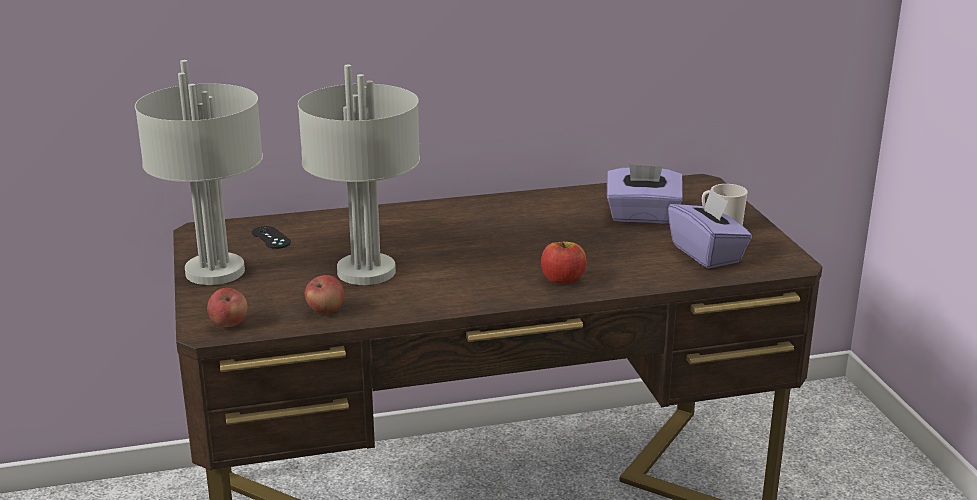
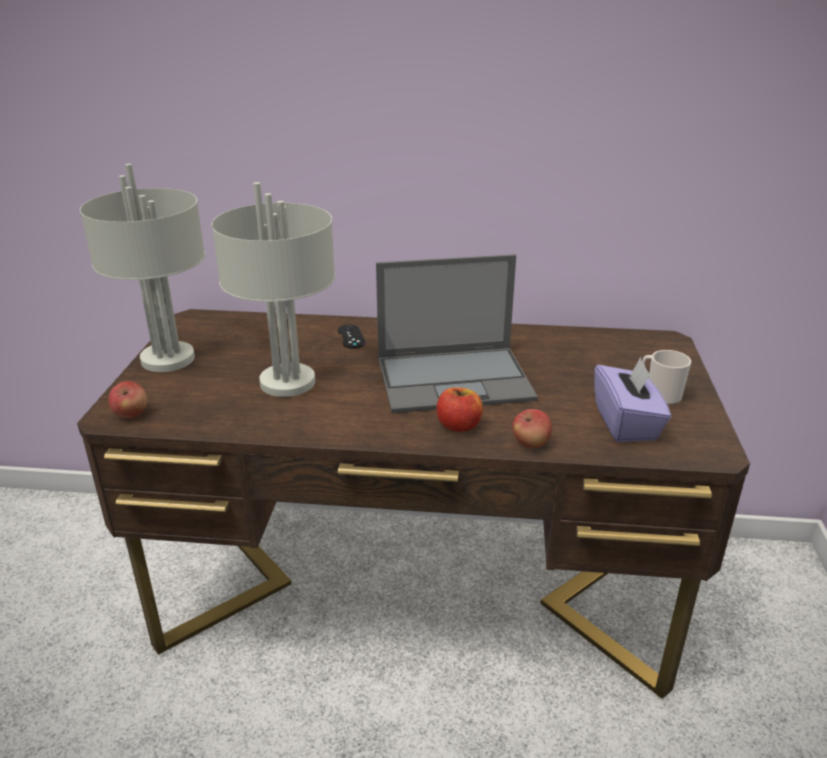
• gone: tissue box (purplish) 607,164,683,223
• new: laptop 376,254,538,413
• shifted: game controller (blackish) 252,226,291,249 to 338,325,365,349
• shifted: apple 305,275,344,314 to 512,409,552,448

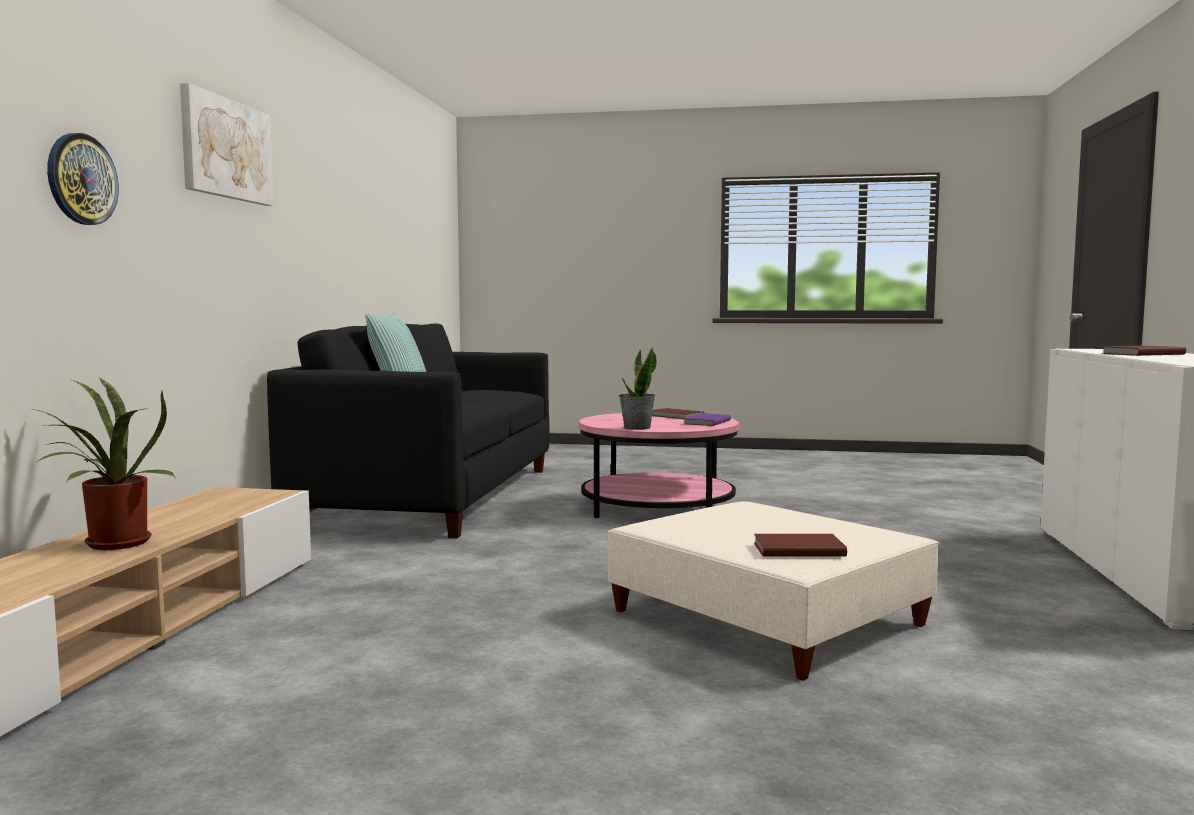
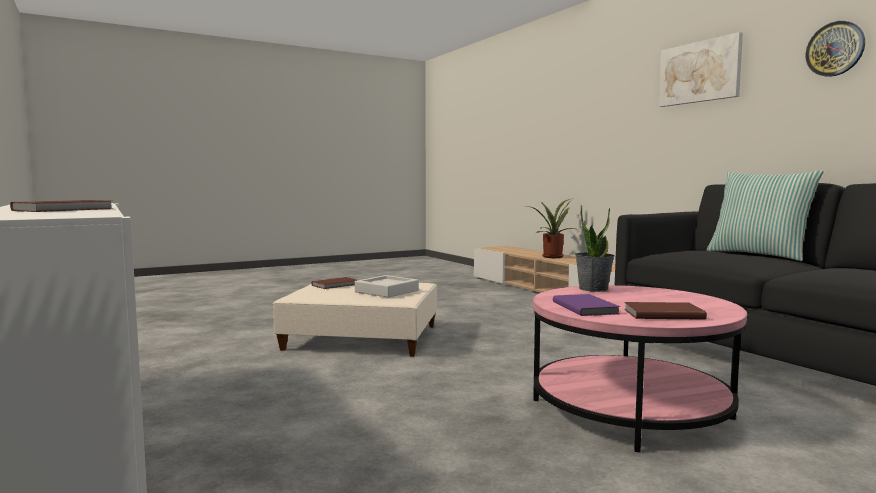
• new: serving tray (gray) 355,275,419,298
• shifted: wall clock 47,133,119,225 to 805,21,865,77

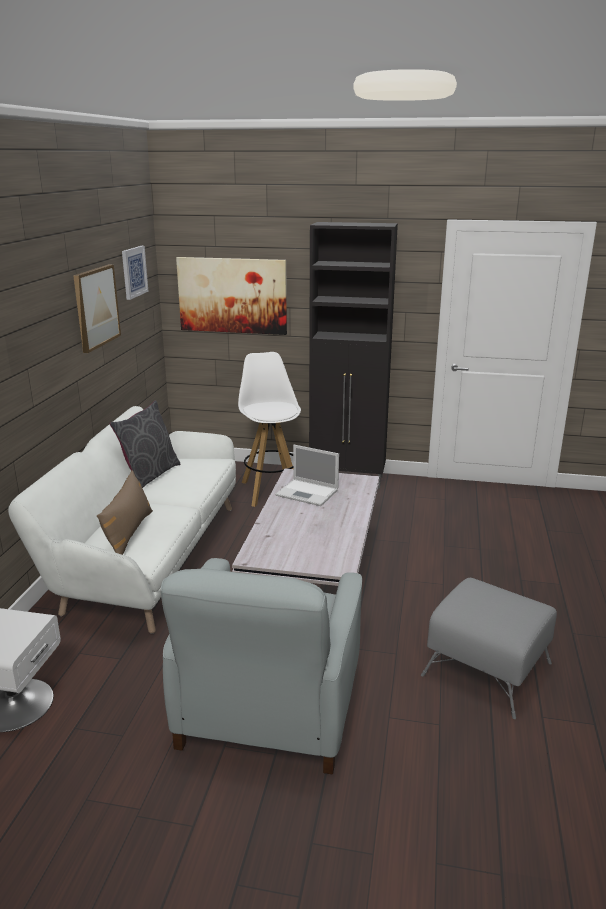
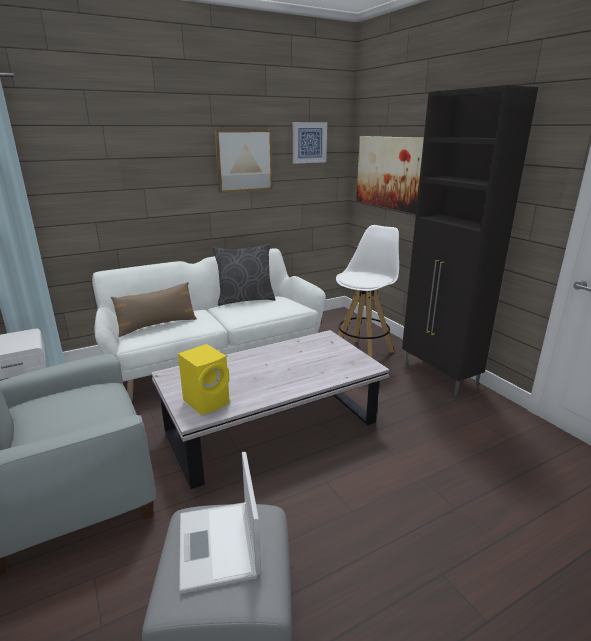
• new: loudspeaker (yellow) 178,344,230,415
• shifted: laptop 275,445,339,506 to 179,452,261,594

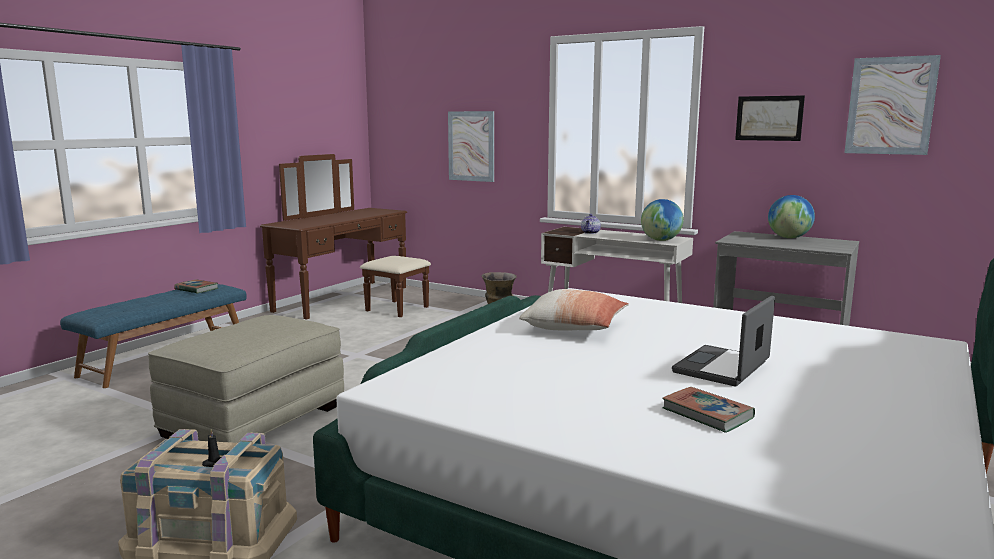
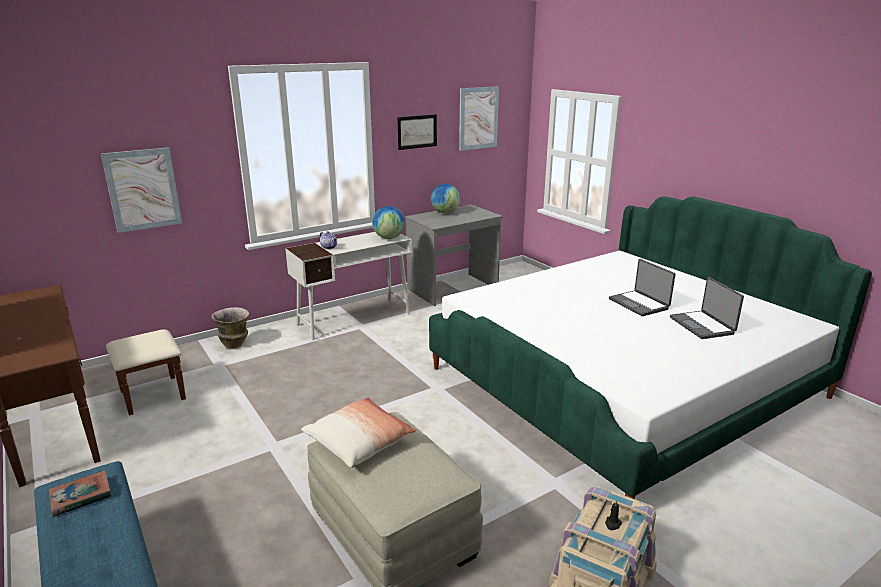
• shifted: pillow 519,289,629,331 to 301,397,417,468
• swapped: bound book 662,387,755,433 to laptop 670,277,744,339

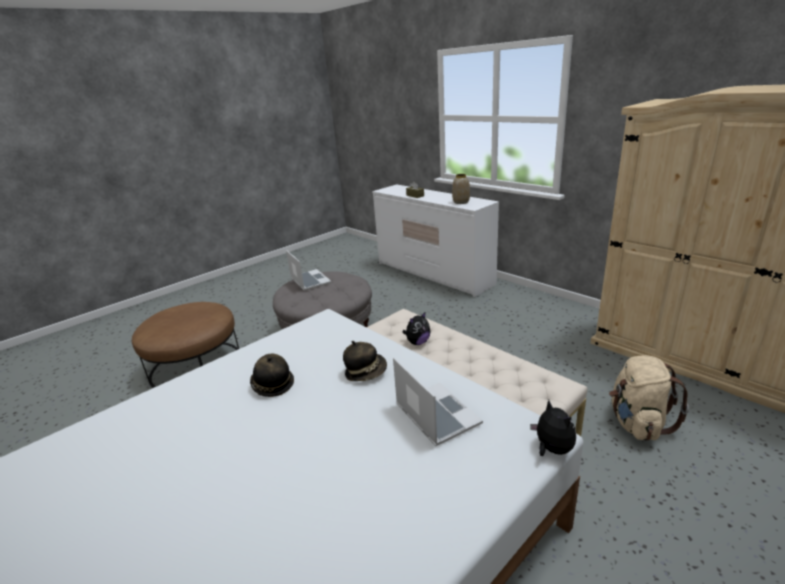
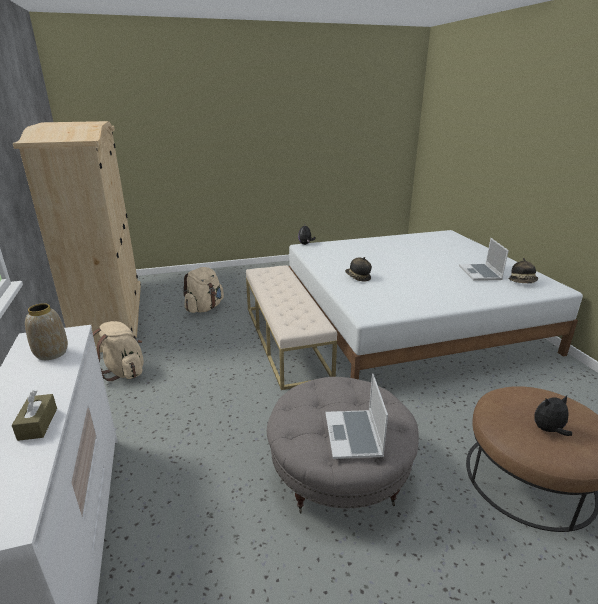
• new: rucksack (sand-coloured) 93,321,144,381
• shifted: clothing hat 250,354,294,397 to 508,258,538,283
• shifted: laptop 393,357,483,446 to 459,238,509,281
• shifted: cuddly toy 402,312,430,345 to 534,396,572,436

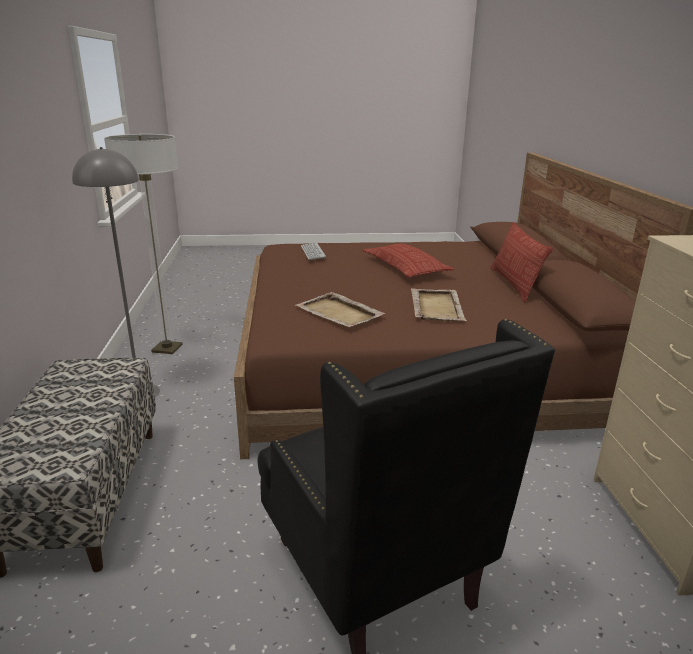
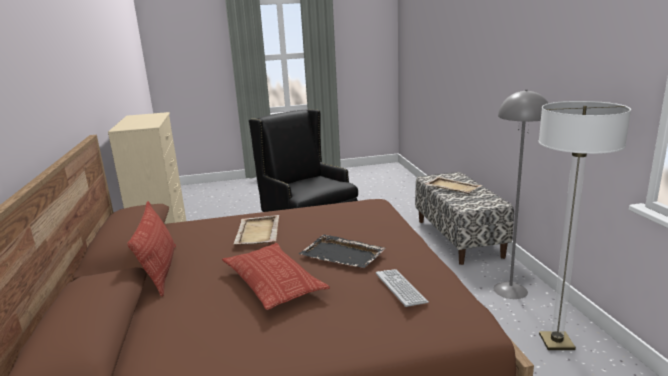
• new: serving tray (blackish) 299,235,385,268
• shifted: serving tray (sand-coloured) 295,292,385,327 to 424,176,483,194

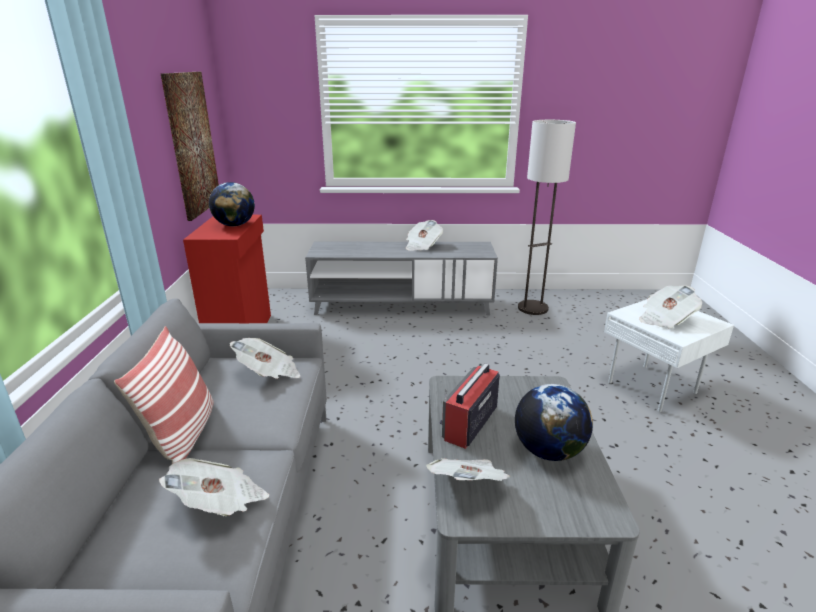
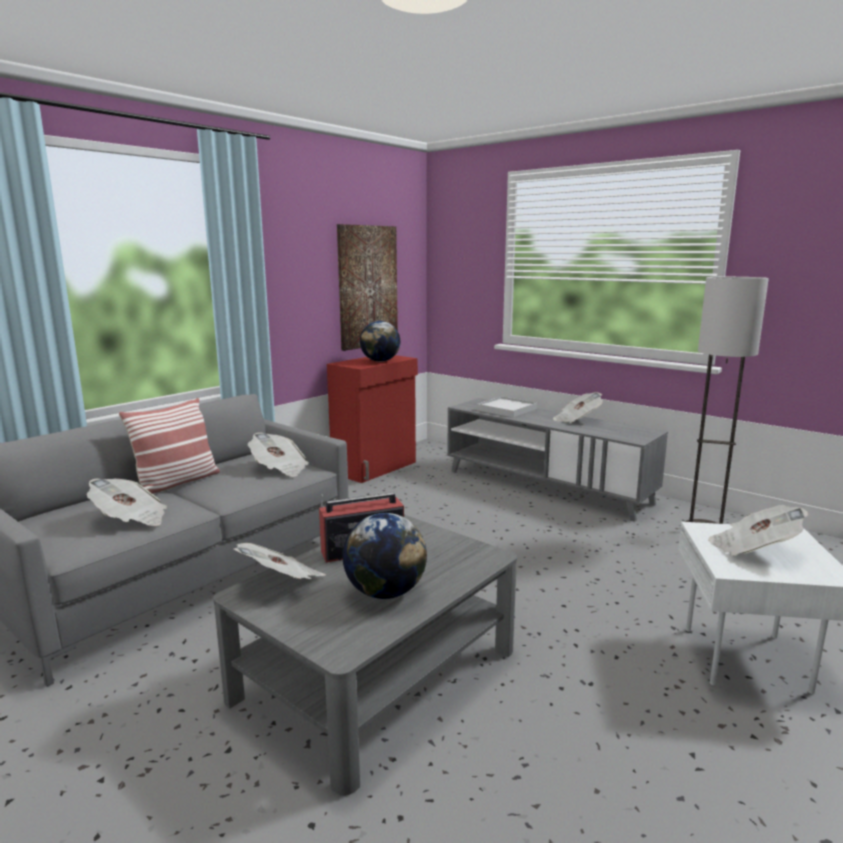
• new: serving tray (white) 477,396,537,417

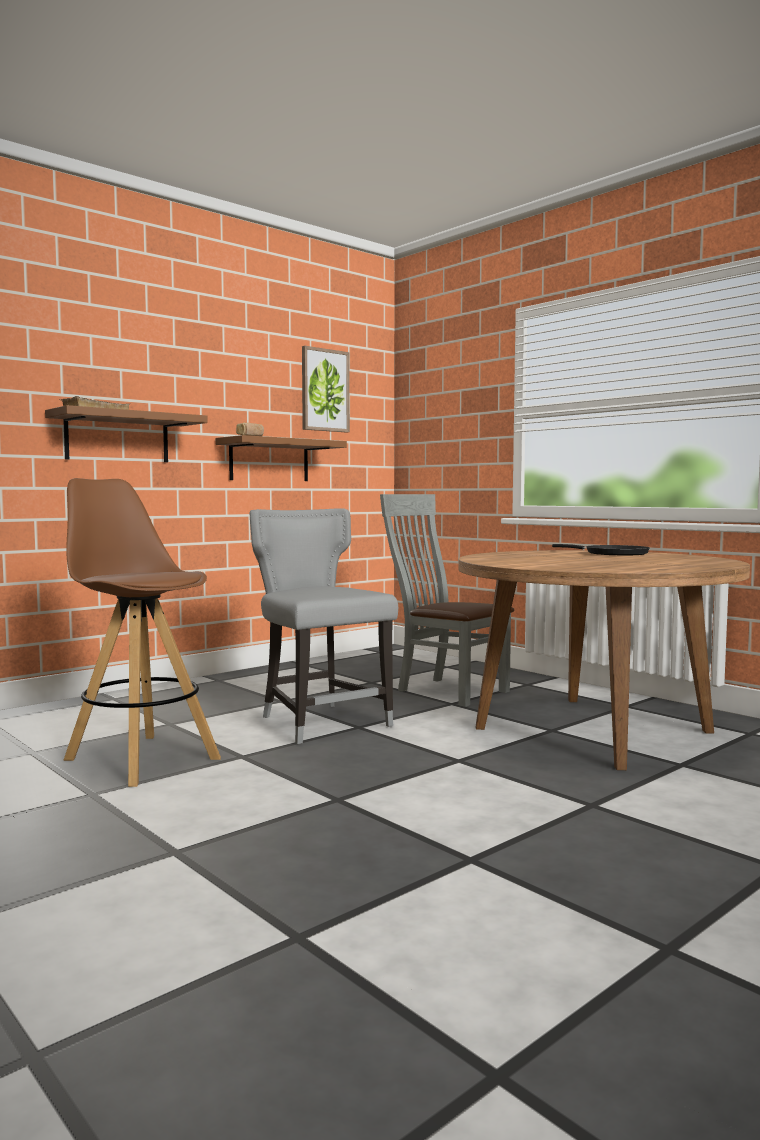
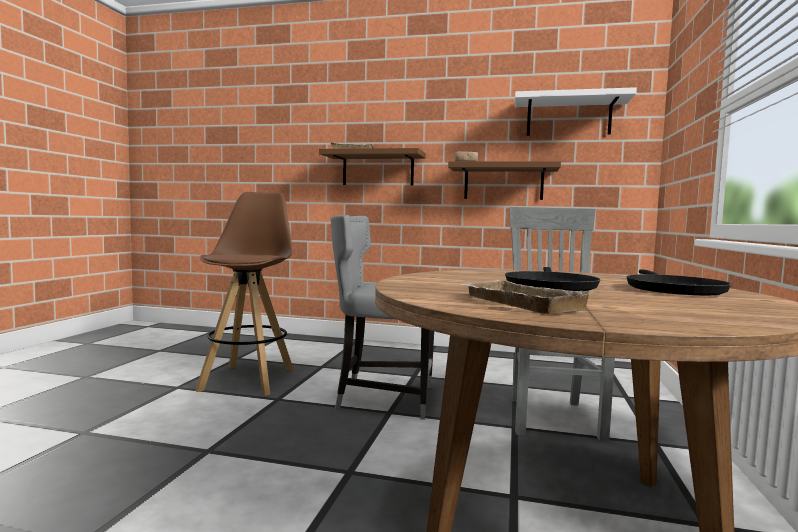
• new: serving tray (sand-coloured) 461,280,594,314
• new: frying pan (blackish) 505,267,600,291
• swapped: wall art 302,346,350,432 to wall shelf (white) 515,87,637,136
• rotated: upright chair (gray) 250,508,398,744 = 331,215,434,420 105 degrees counterclockwise

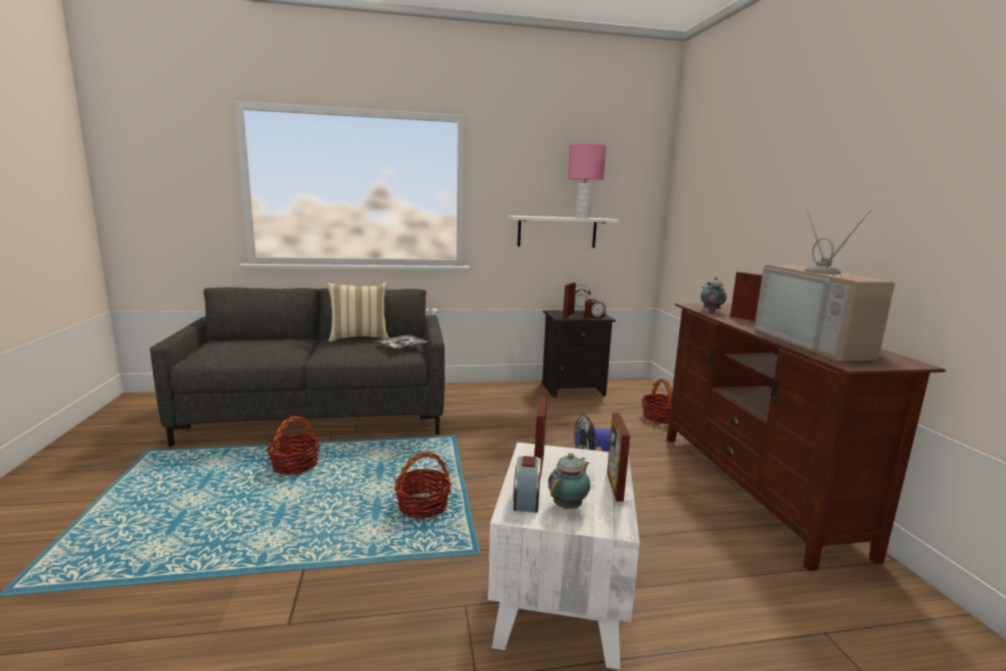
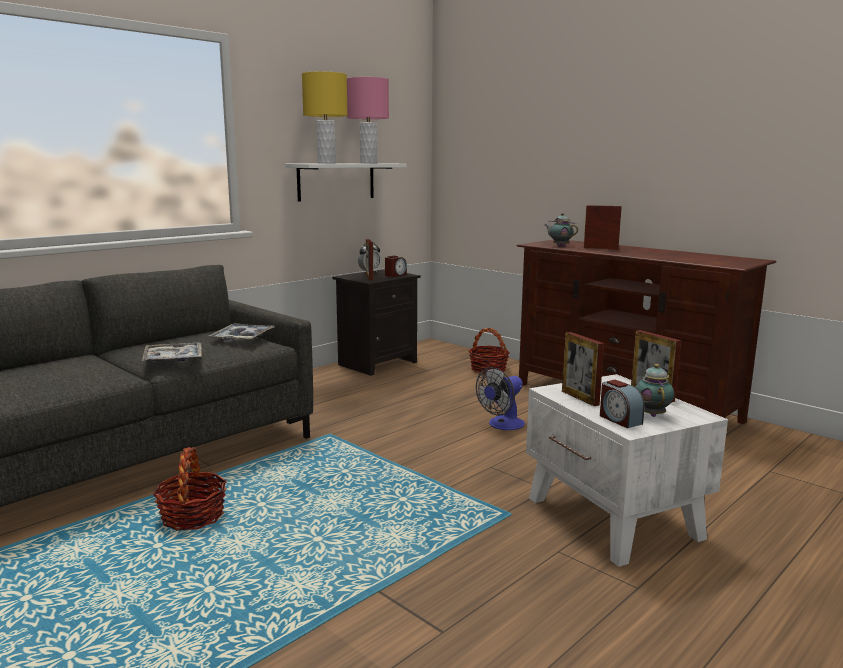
• gone: pillow (sand-coloured) 327,282,389,342
• gone: basket 394,451,452,520
• gone: television 755,208,895,362
• new: serving tray 142,342,202,361
• new: table lamp (yellow) 302,72,348,164

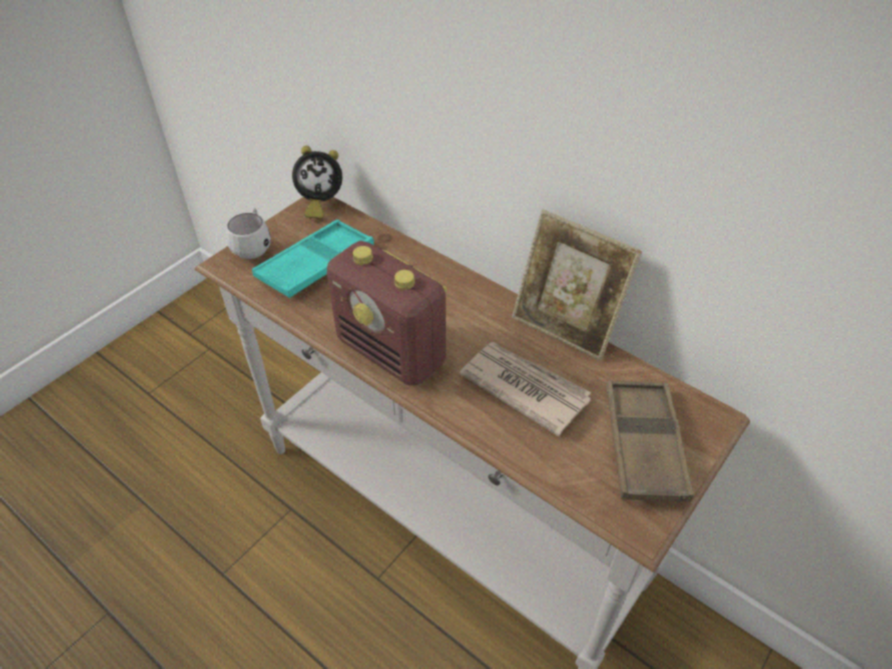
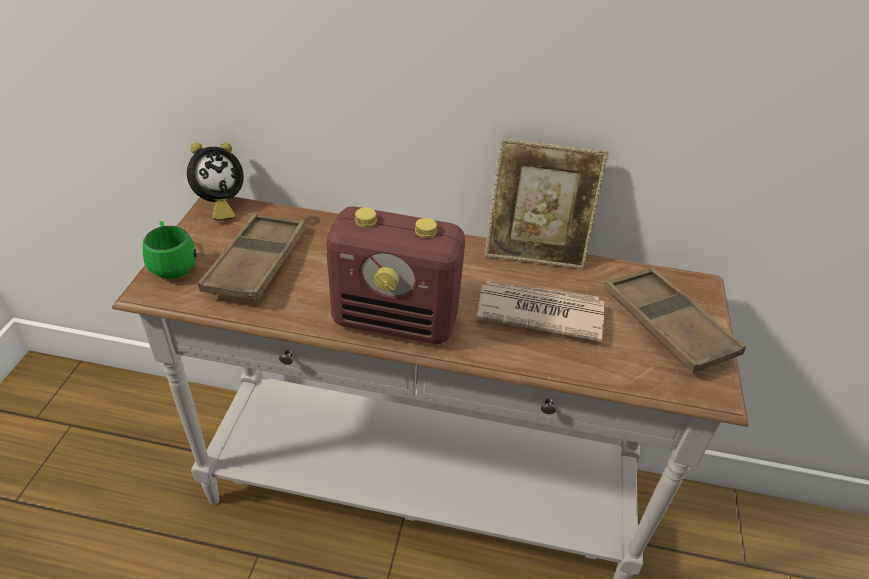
• repainted: mug (white) 226,208,271,259 to mug (green) 143,221,197,279
• repainted: serving tray (blue-green) 252,219,374,298 to serving tray (brown-coloured) 198,214,307,301

